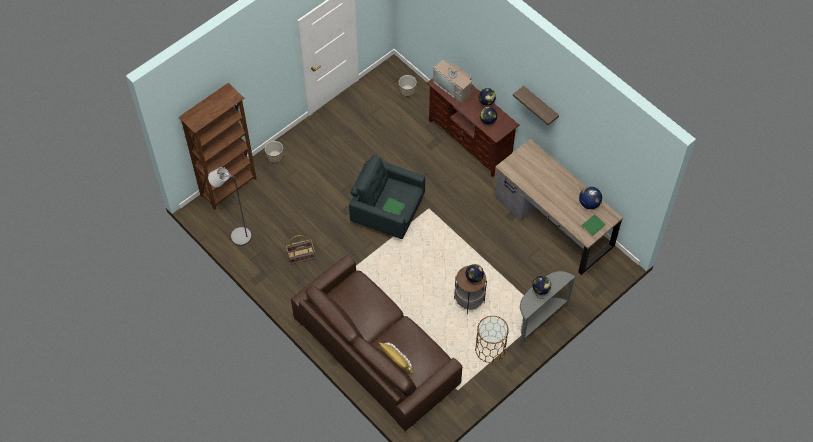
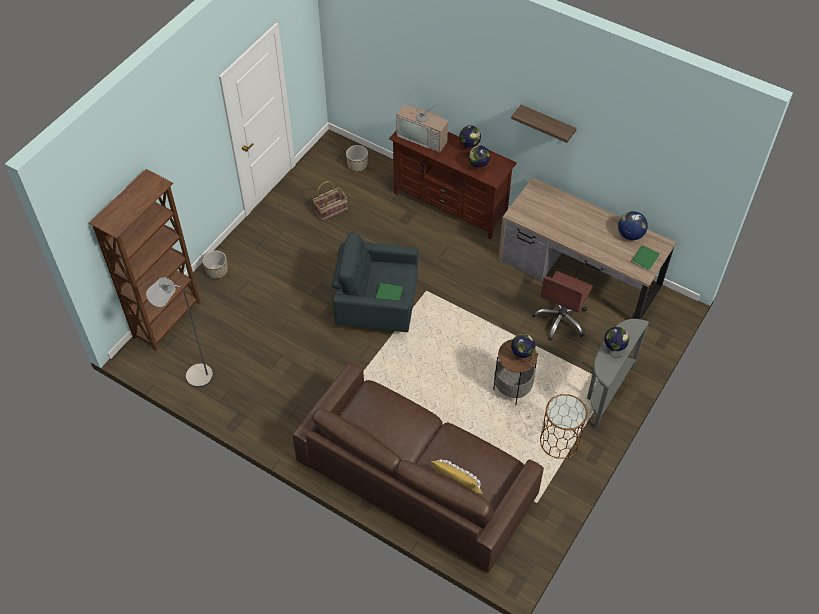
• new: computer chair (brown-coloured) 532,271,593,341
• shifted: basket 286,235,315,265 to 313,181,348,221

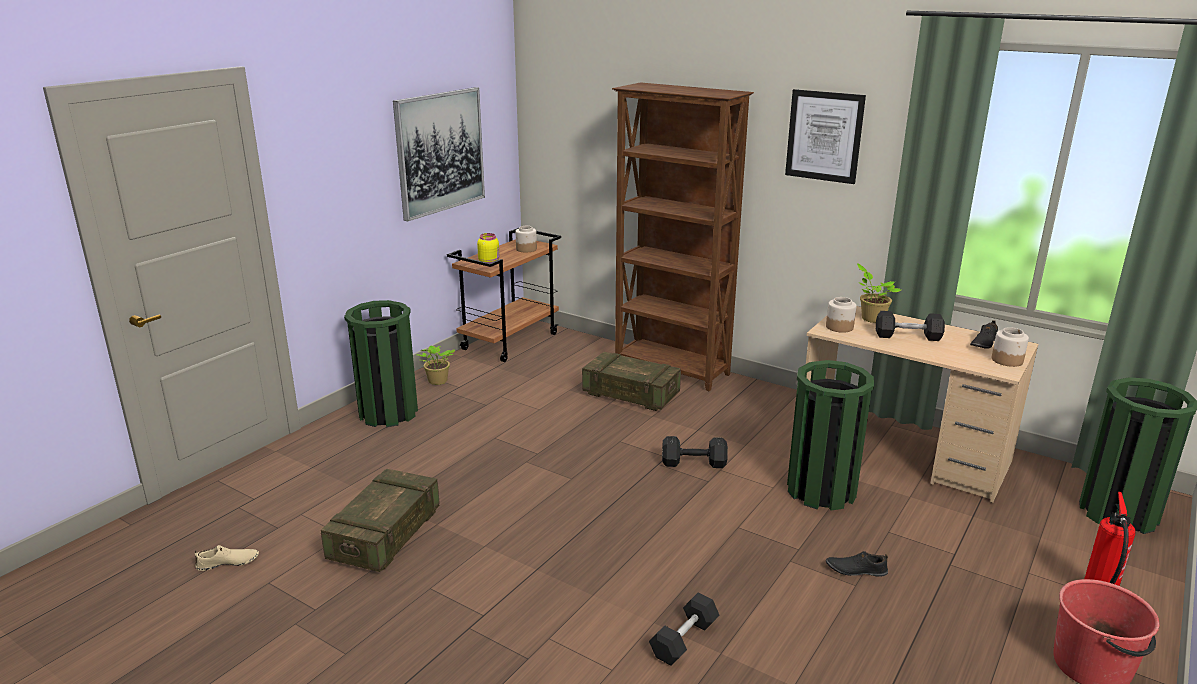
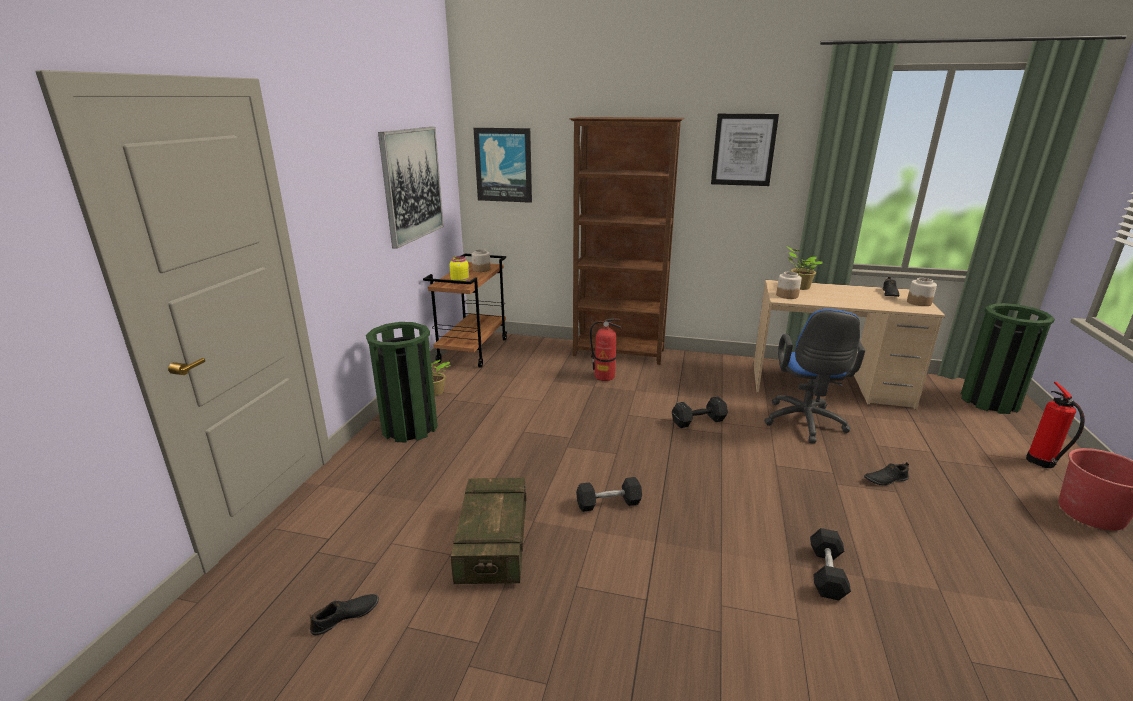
• new: wall art 473,128,532,203
• shifted: free weight (blackish) 876,311,945,341 to 576,477,642,512
• swapped: packing crate 582,352,681,411 to fire-fighting cylinder 590,318,621,381
• swapped: waste bin (green) 787,360,874,511 to computer chair (blue) 764,309,865,444
• repainted: item of footwear (sand-coloured) 195,545,259,571 to item of footwear (blackish) 309,594,379,635

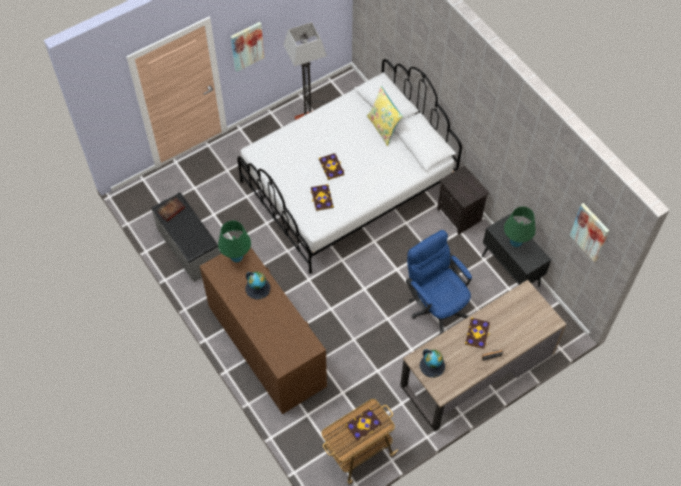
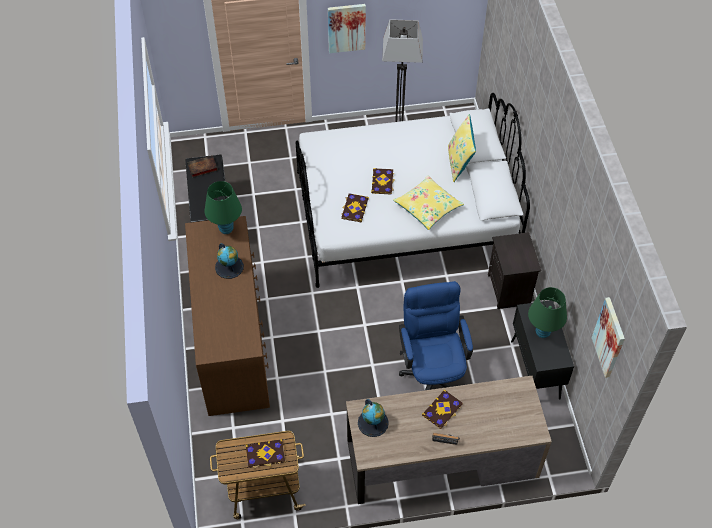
• new: pillow (yellow) 393,175,464,230

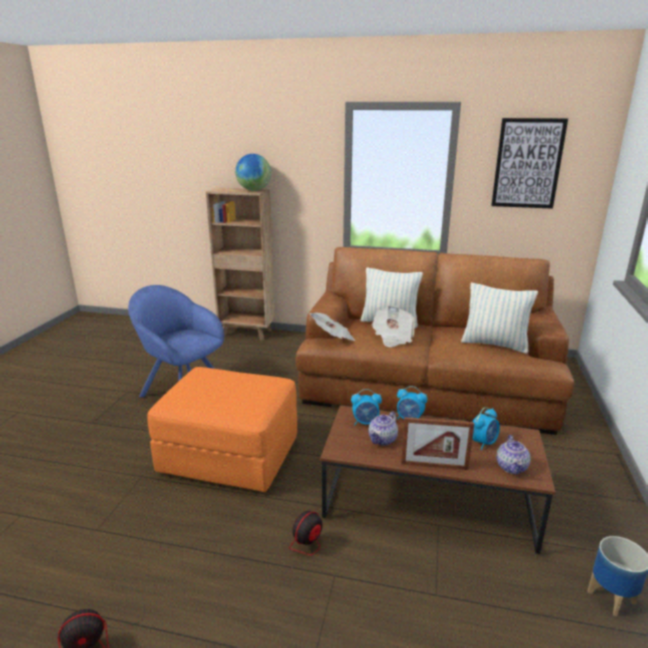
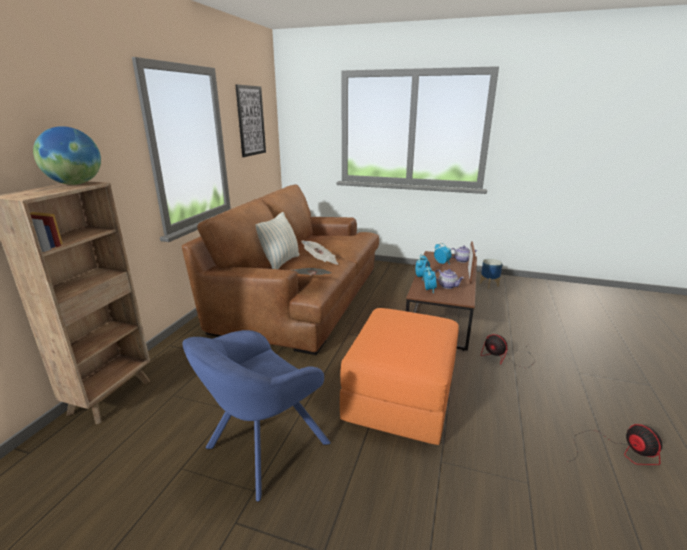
• gone: pillow 461,283,538,353

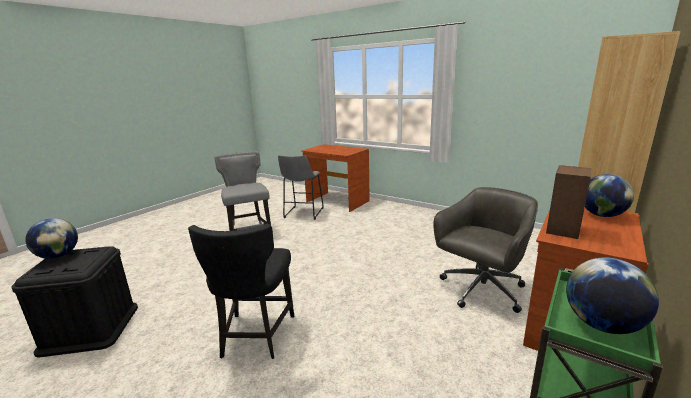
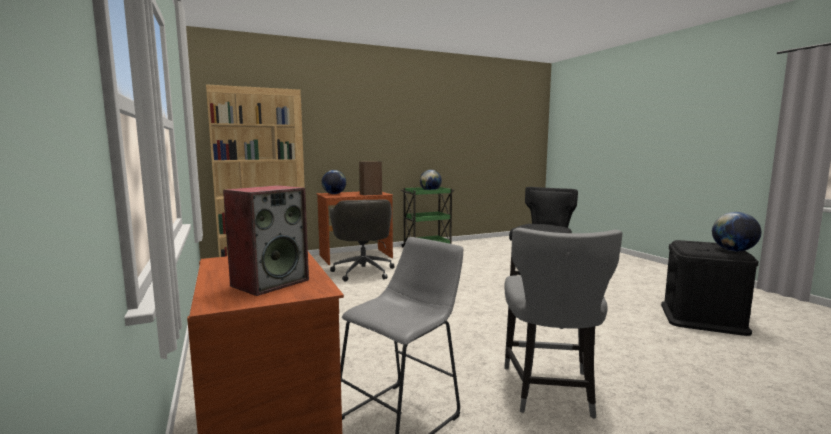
• new: loudspeaker 223,185,309,296
• rotated: computer chair (gray) 433,187,538,313 = 330,200,395,282 90 degrees counterclockwise

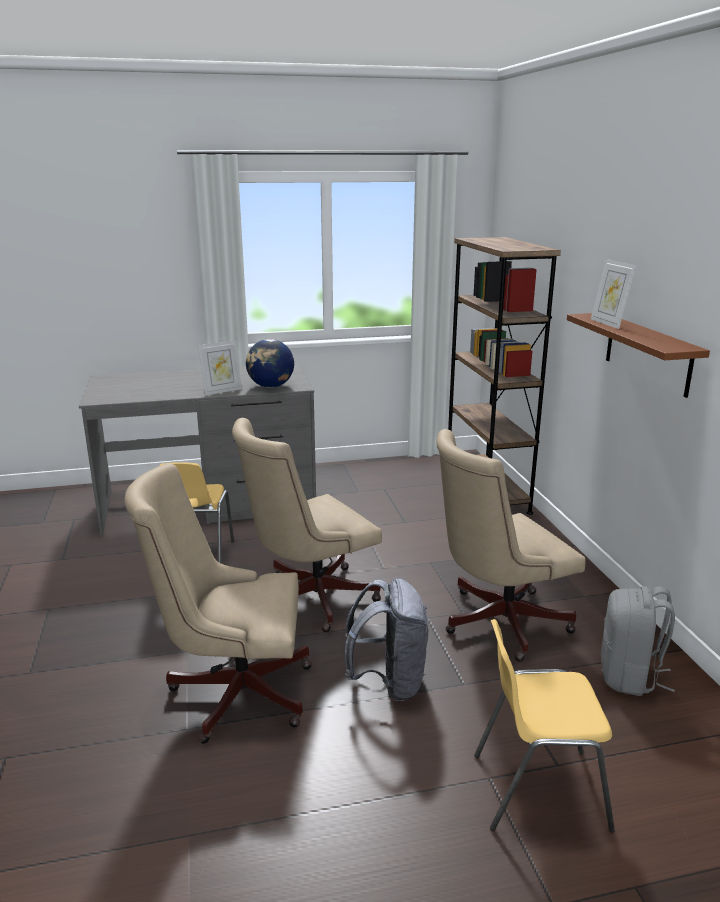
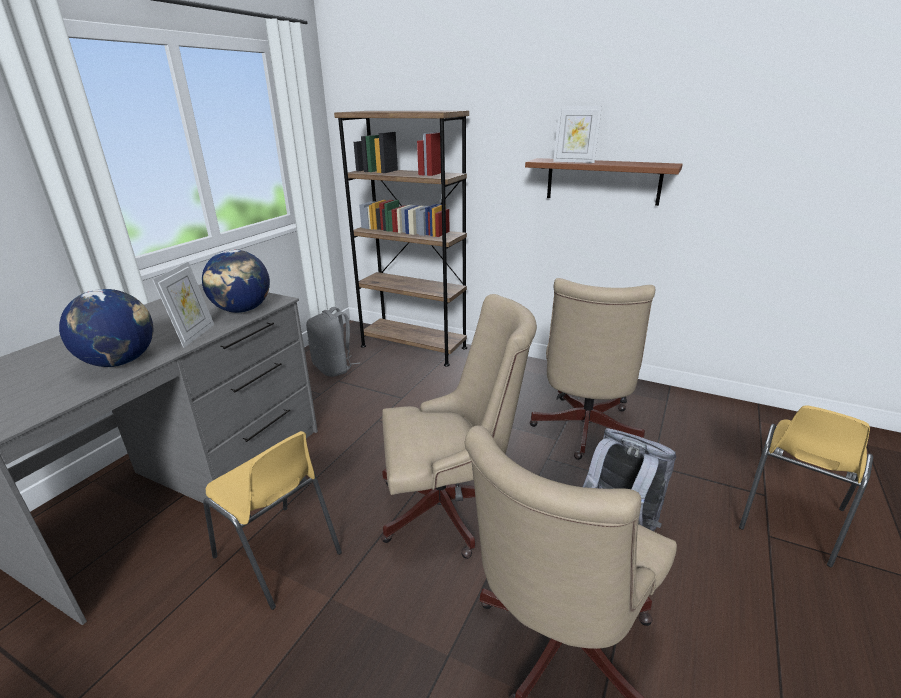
• new: world globe 59,289,153,367
• shifted: rucksack (gray) 601,586,675,696 to 306,307,360,377
• rotated: computer chair (sand-coloured) 232,418,382,632 = 381,294,537,559 105 degrees counterclockwise

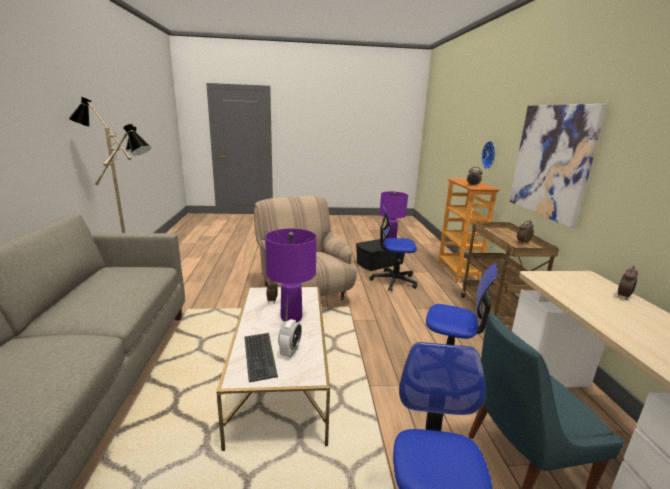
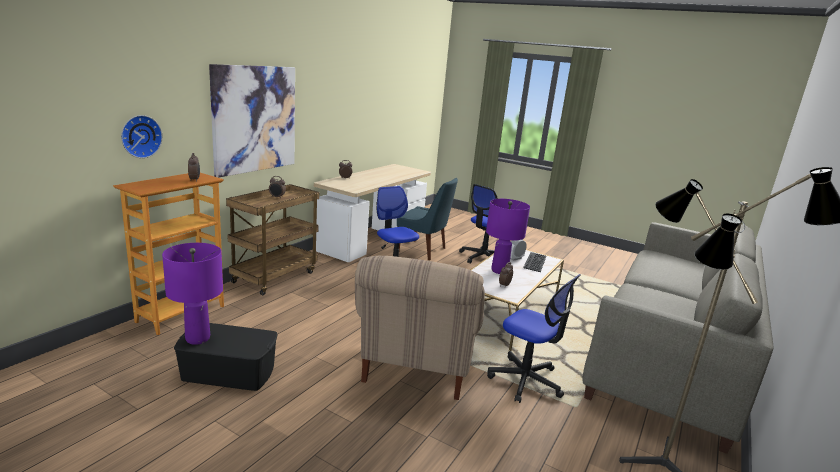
• shifted: computer chair 369,204,417,292 to 487,274,581,403

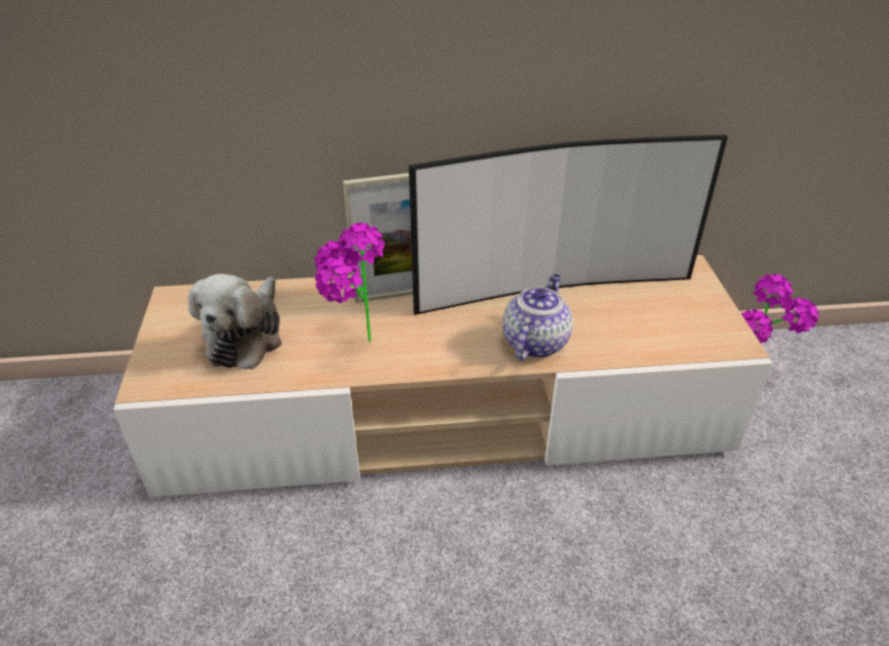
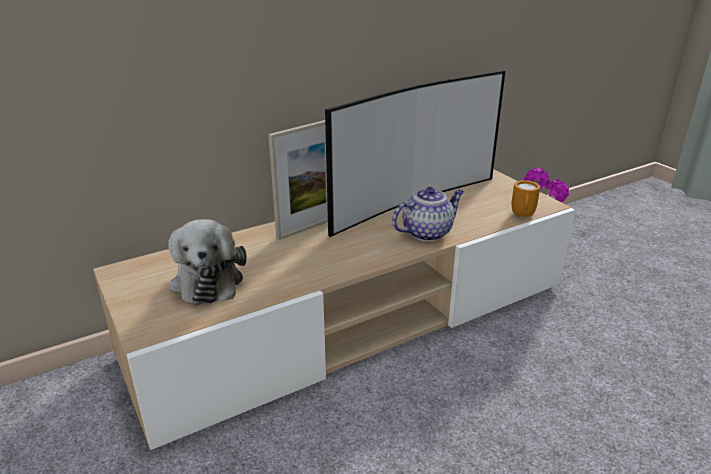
• gone: potted plant 314,223,385,342
• new: mug (orangey) 512,180,540,217
• rotated: tea pot 503,274,573,361 = 392,187,464,241 60 degrees clockwise

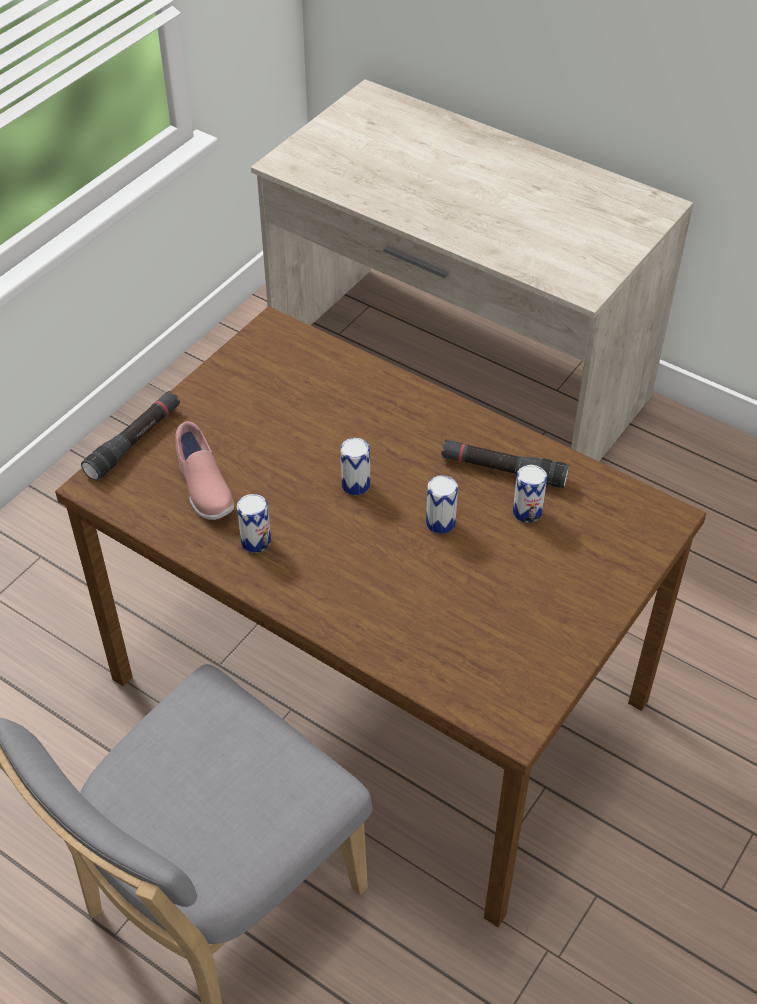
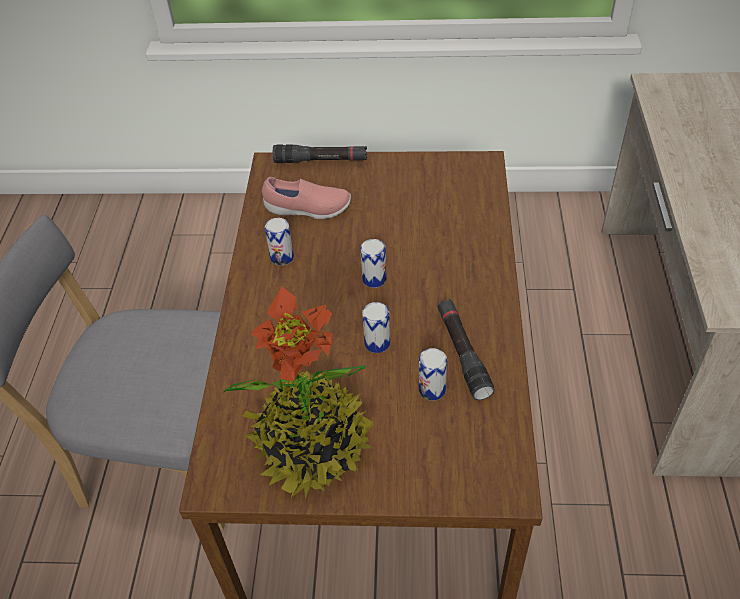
• new: potted plant 222,286,373,499
• rotated: item of footwear (pink-coloured) 175,421,234,520 = 262,177,351,219 120 degrees counterclockwise

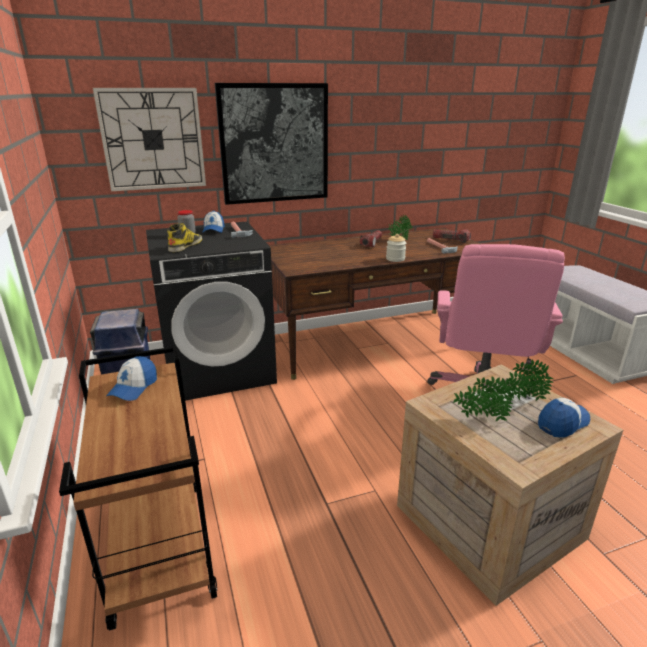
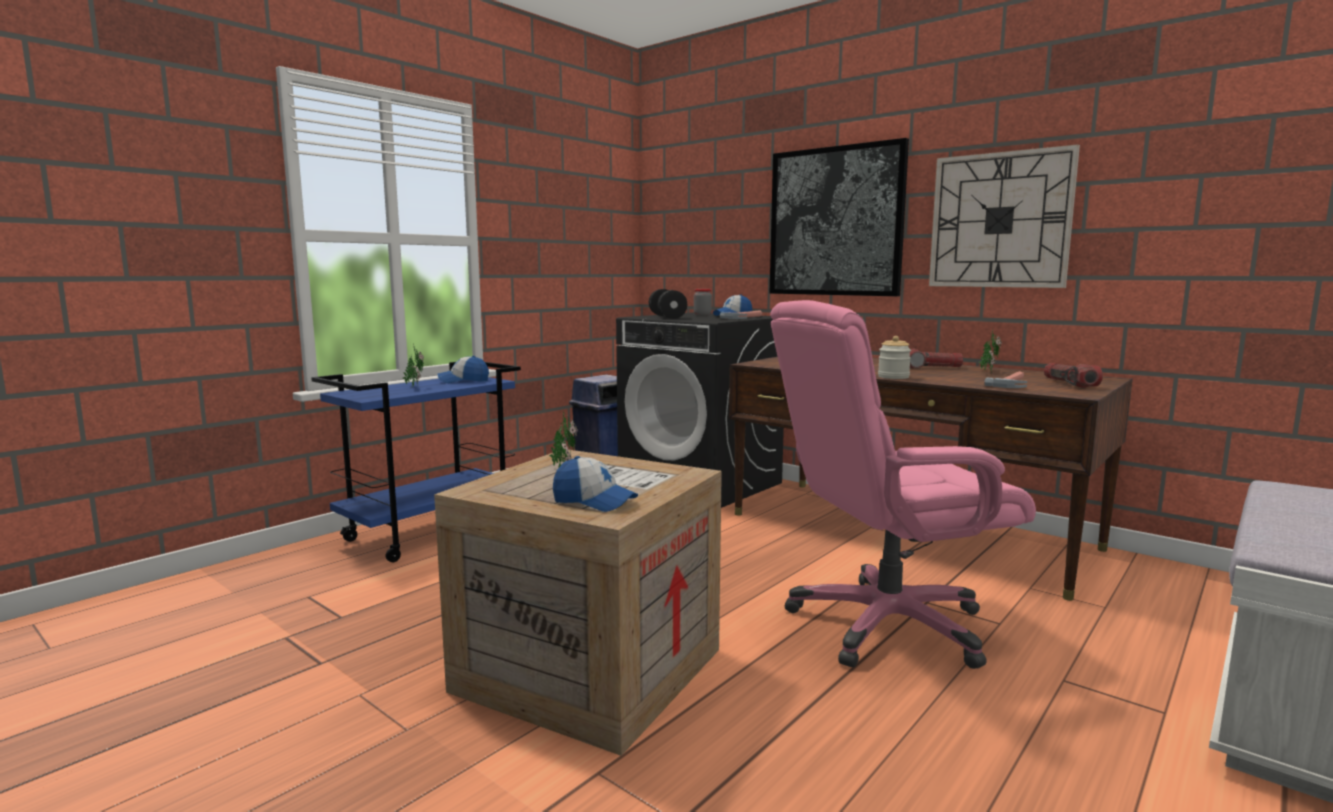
• shifted: wall clock 93,88,206,191 to 929,144,1080,288
• shifted: potted plant 498,360,554,402 to 403,344,424,387
• swapped: boot 167,223,202,252 to free weight (blackish) 649,289,687,319
• repainted: cart (brown-coloured) 59,346,217,631 to cart (blue) 311,362,521,562

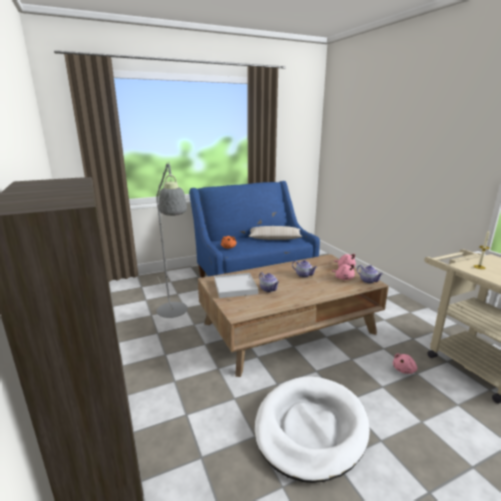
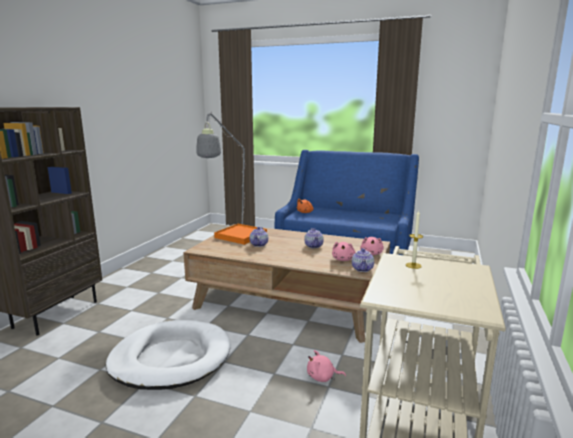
• gone: pillow (sand-coloured) 248,226,302,240
• repainted: serving tray (white) 214,273,258,298 to serving tray (orangey) 214,224,267,245

